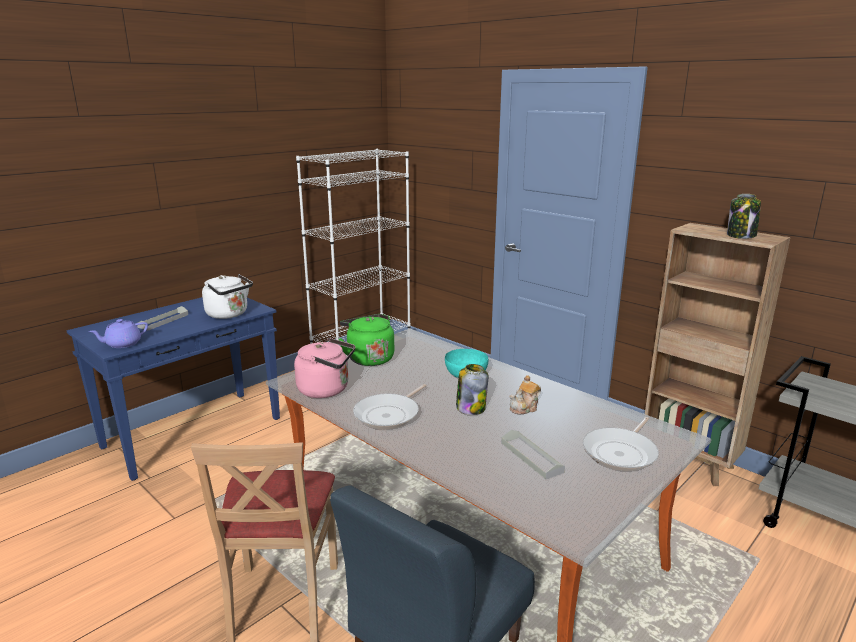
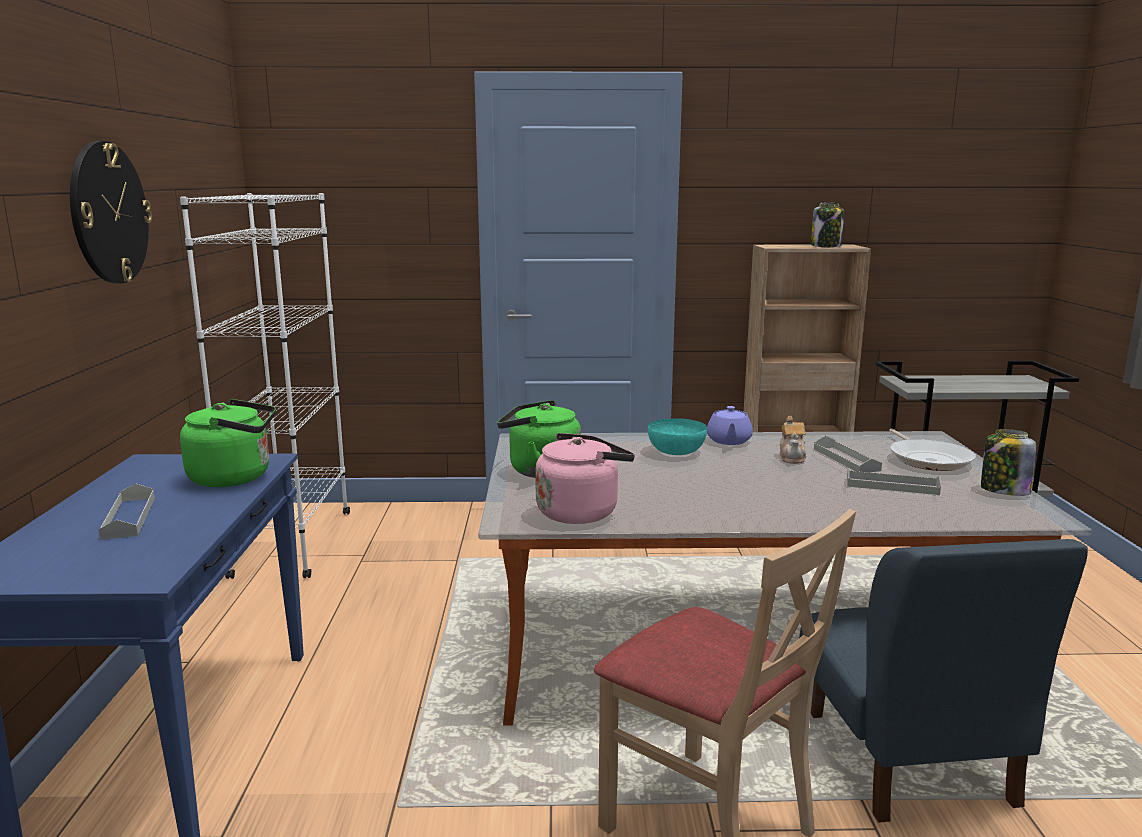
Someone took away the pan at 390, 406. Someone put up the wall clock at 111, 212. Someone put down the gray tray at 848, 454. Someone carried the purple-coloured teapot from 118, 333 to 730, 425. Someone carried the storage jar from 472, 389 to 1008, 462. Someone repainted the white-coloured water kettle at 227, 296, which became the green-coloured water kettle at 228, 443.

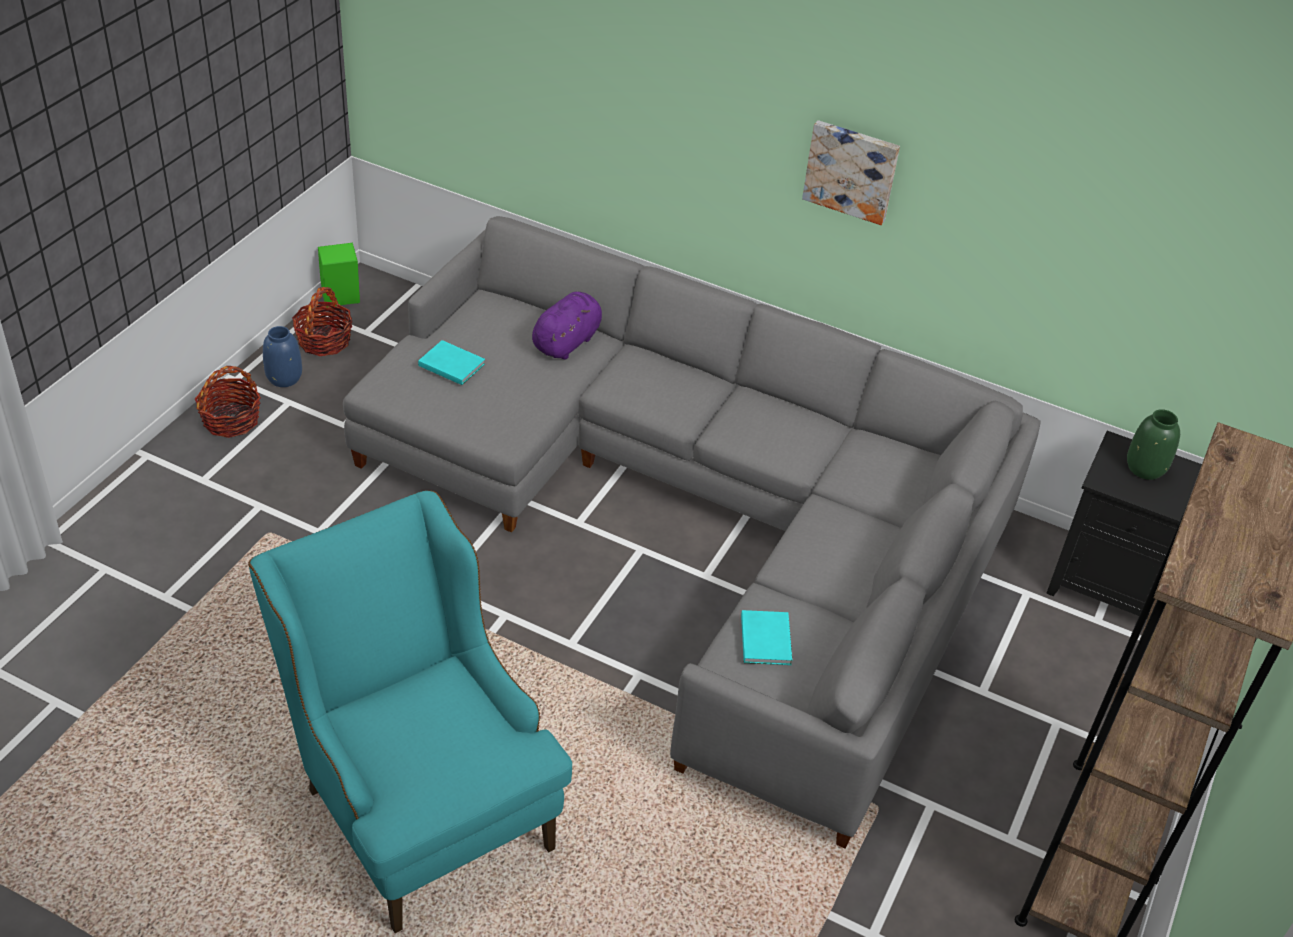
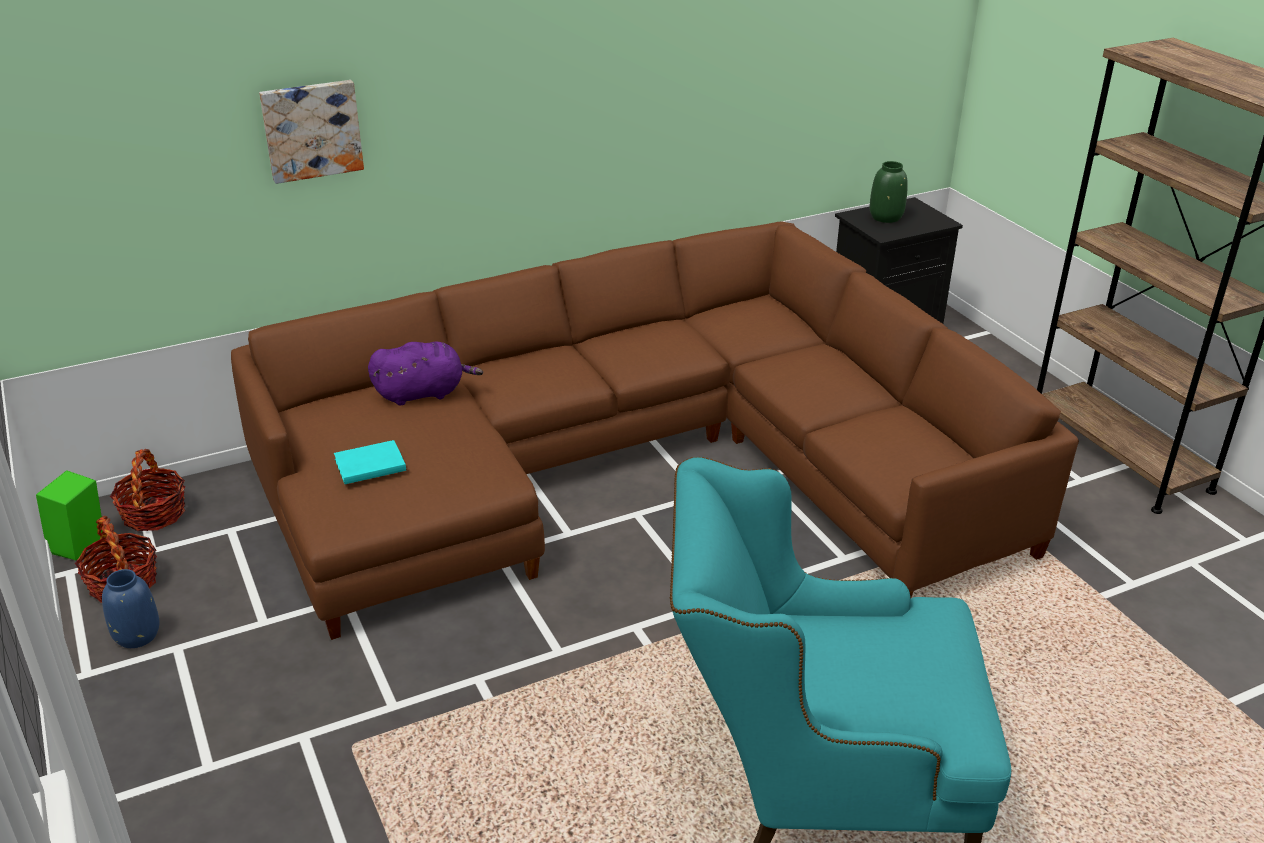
Someone took away the turquoise-coloured book at 766, 637. Someone carried the storage basket from 228, 402 to 147, 490. Someone carried the picture from 851, 172 to 311, 132. Someone repainted the gray sofa at 692, 532, which became the brown-coloured sofa at 655, 430. Someone rotated the purple-coloured soft toy at 567, 325 by 90 degrees clockwise.

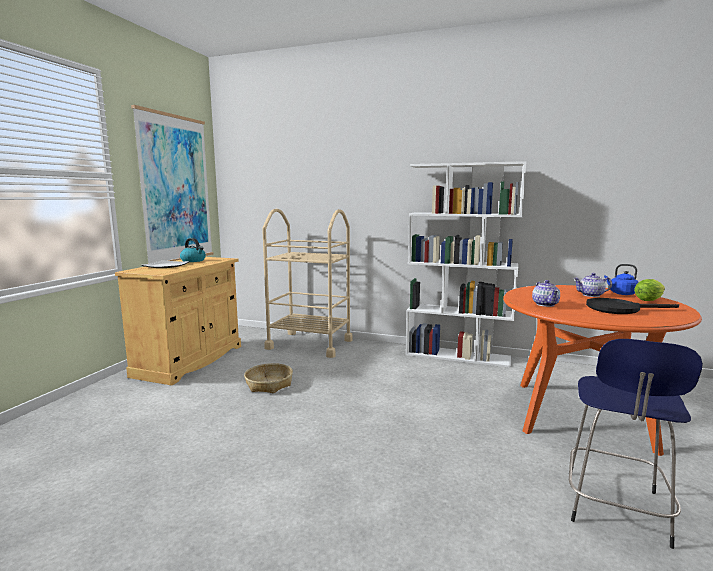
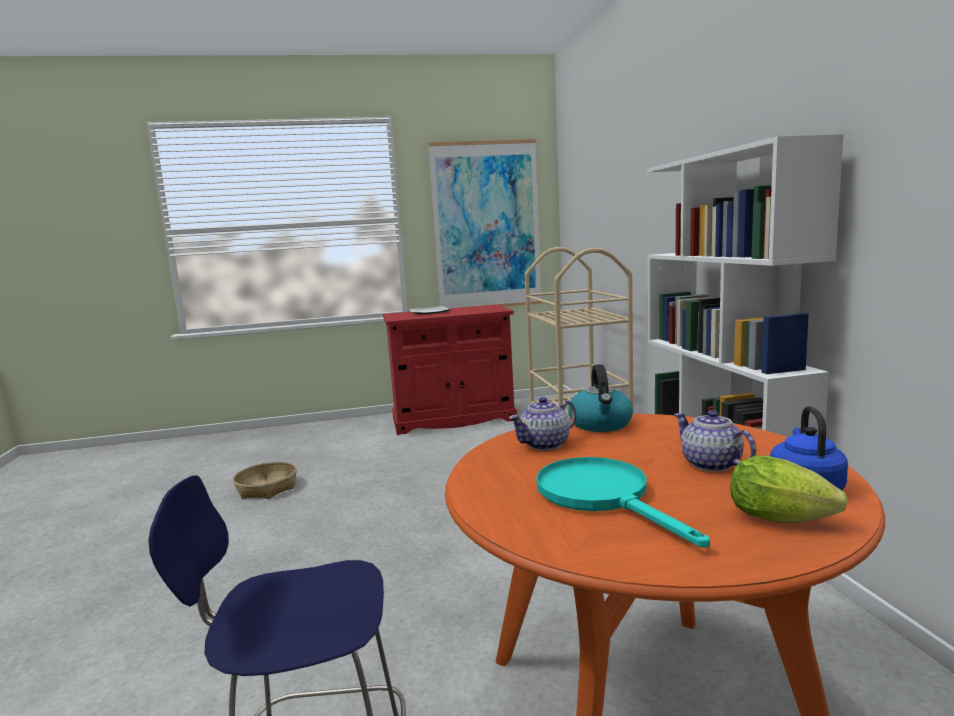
Someone carried the water kettle from 193, 250 to 600, 398. Someone carried the storage basket from 268, 378 to 265, 480. Someone repainted the beige storage cabinet at 178, 321, which became the red-coloured storage cabinet at 450, 369. Someone repainted the black pan at 632, 306, which became the turquoise-coloured pan at 623, 502.

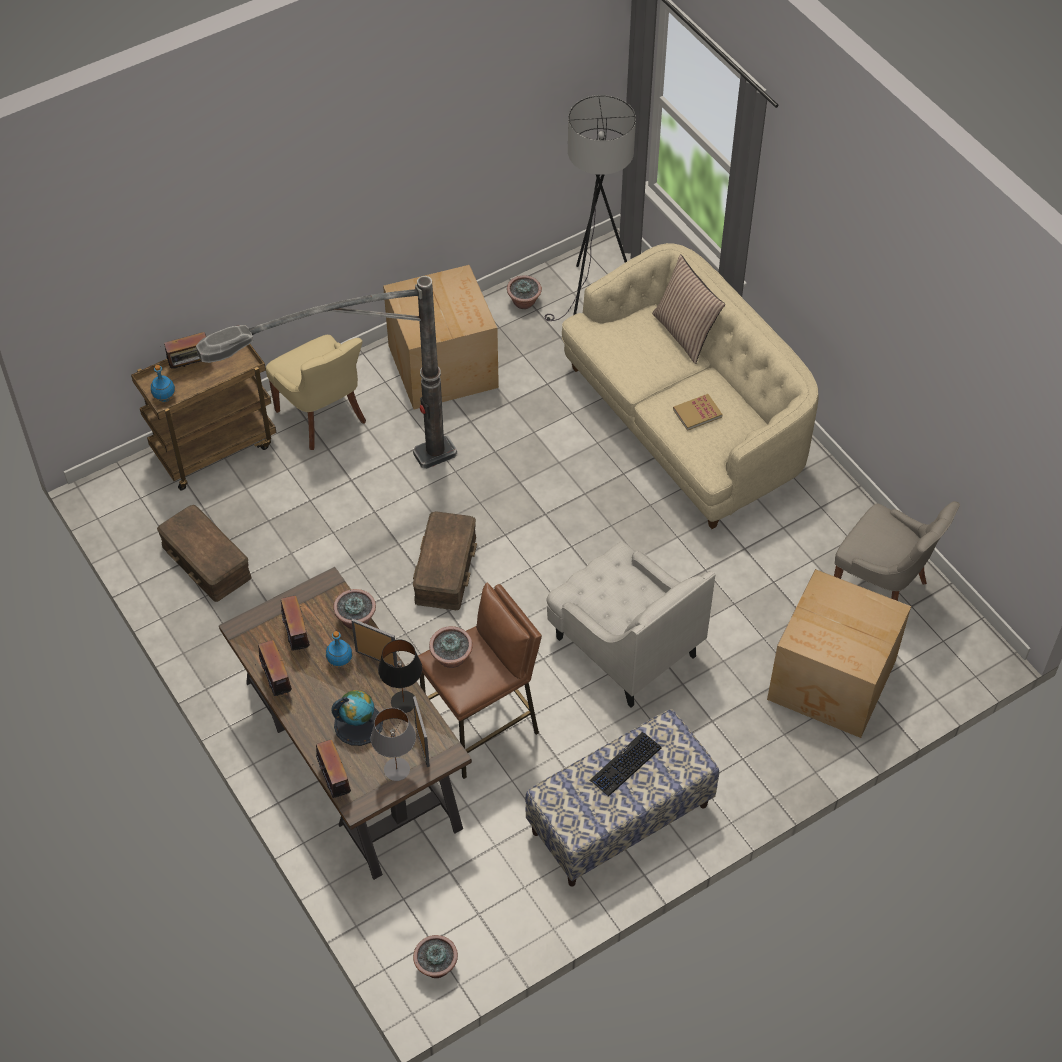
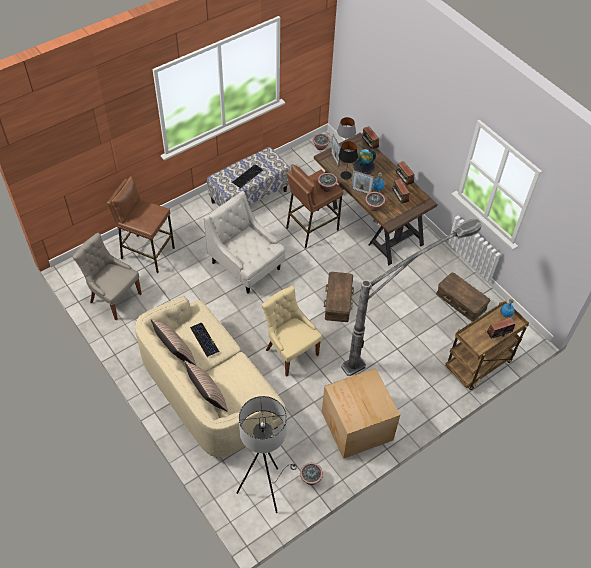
Someone put down the throw pillow at 173, 342. Someone carried the beige plain chair from 316, 392 to 292, 331. Someone swapped the book at 697, 412 for the computer keyboard at 204, 340. Someone swapped the carton at 839, 653 for the brown-coloured stool at 141, 224.

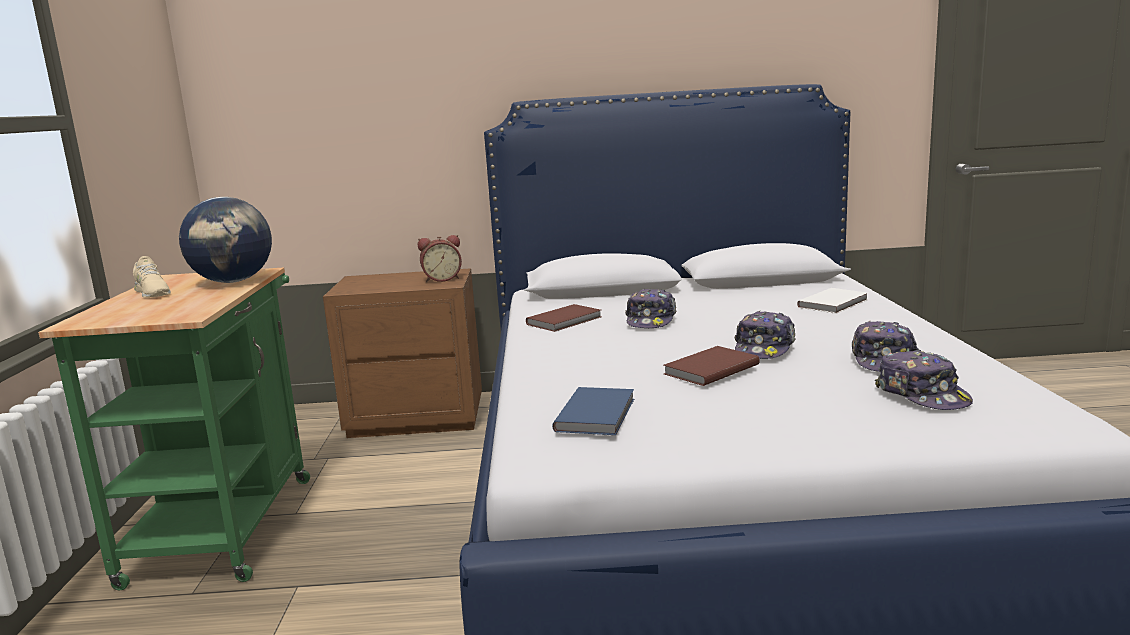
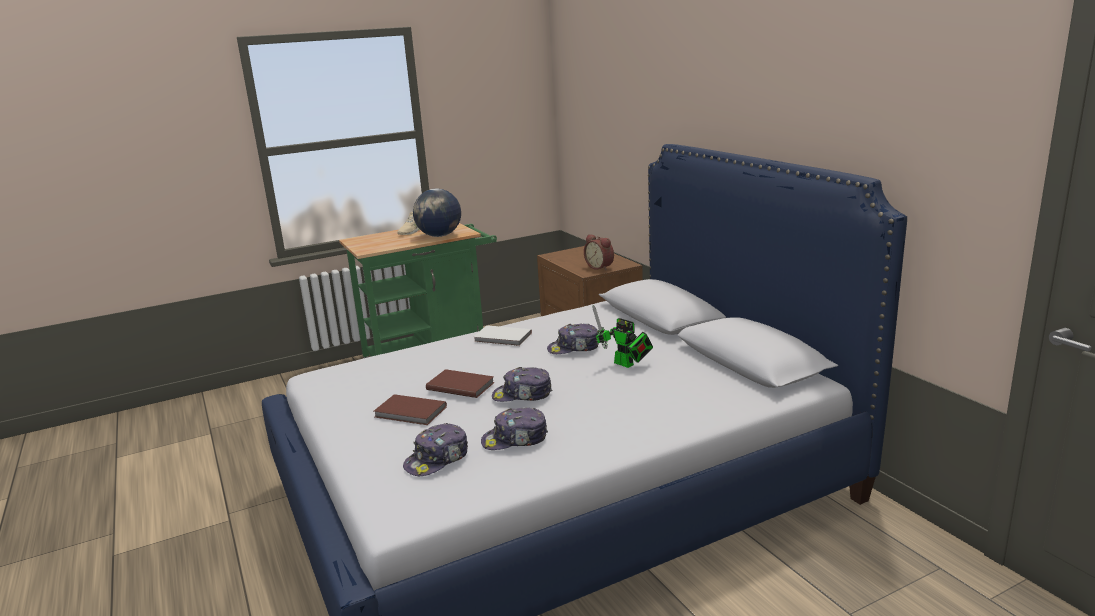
Someone took away the blue book at 593, 411. Someone put down the robot figure at 622, 336. Someone carried the brown-coloured book from 563, 318 to 410, 409. Someone carried the white-coloured book from 832, 301 to 502, 335.

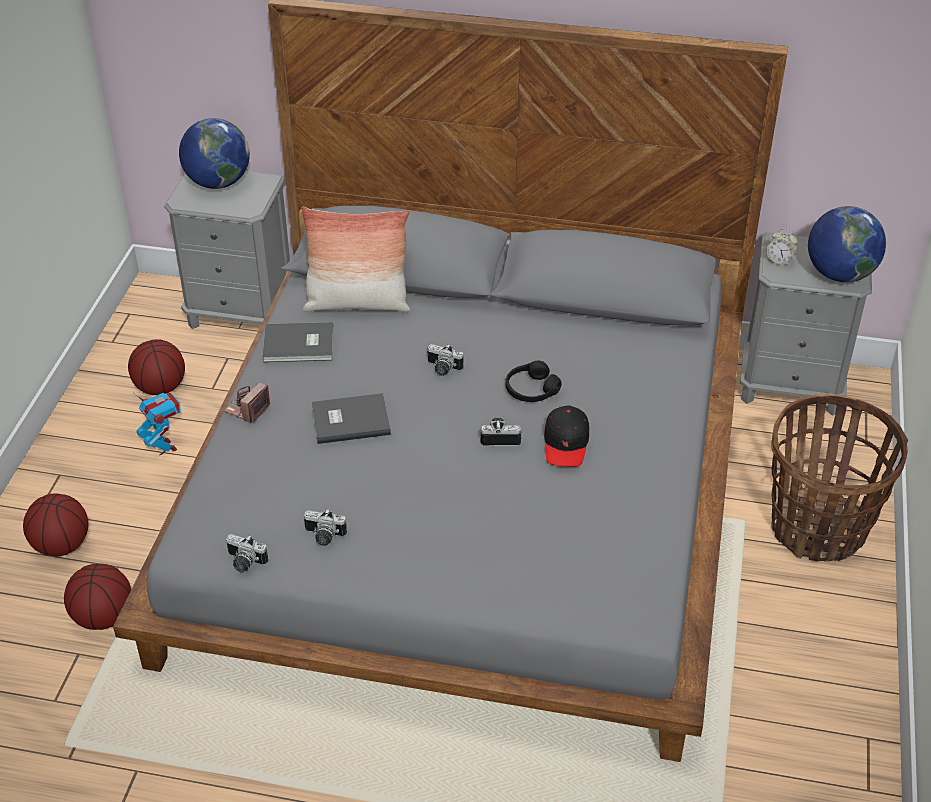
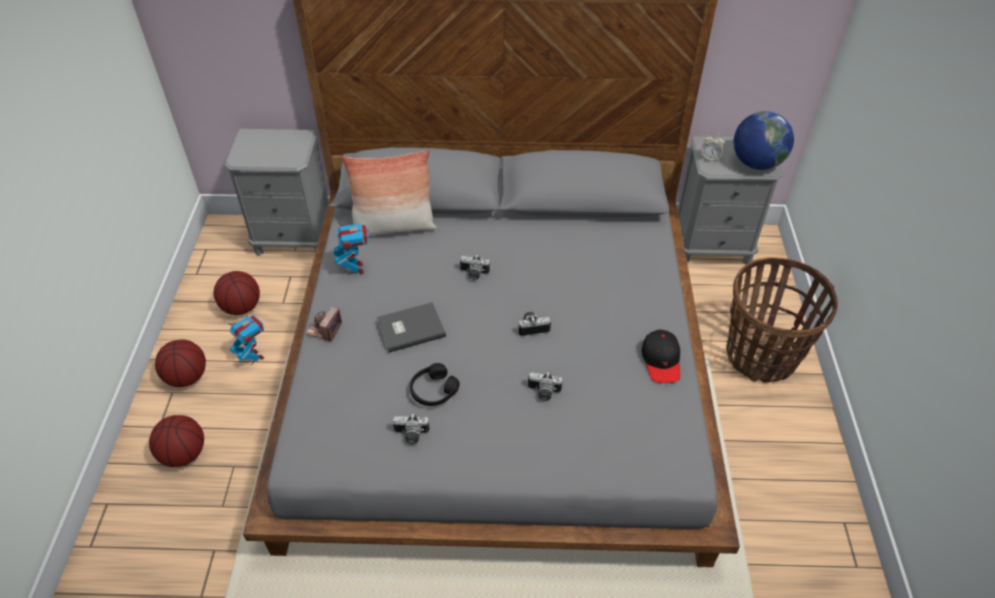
Someone took away the globe at 214, 153. Someone carried the ball for basketball from 97, 597 to 180, 363. Someone carried the still camera from 247, 553 to 545, 386. Someone carried the black headset from 534, 381 to 435, 384. Someone carried the black baseball cap from 566, 436 to 660, 356. Someone swapped the gray book at 298, 342 for the robot figure at 351, 246.

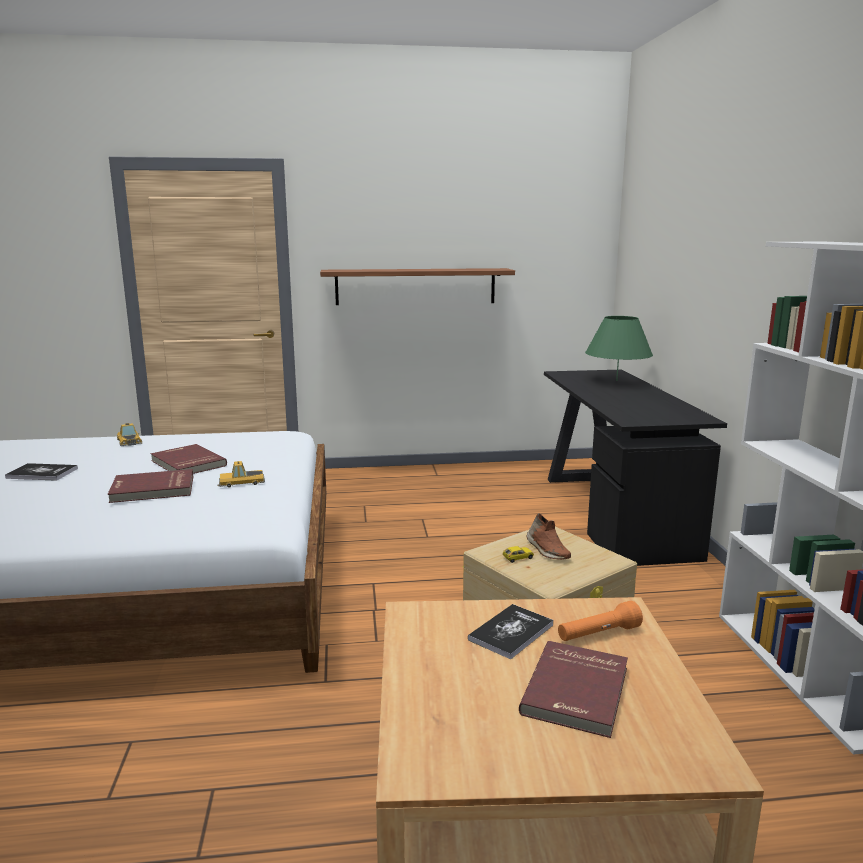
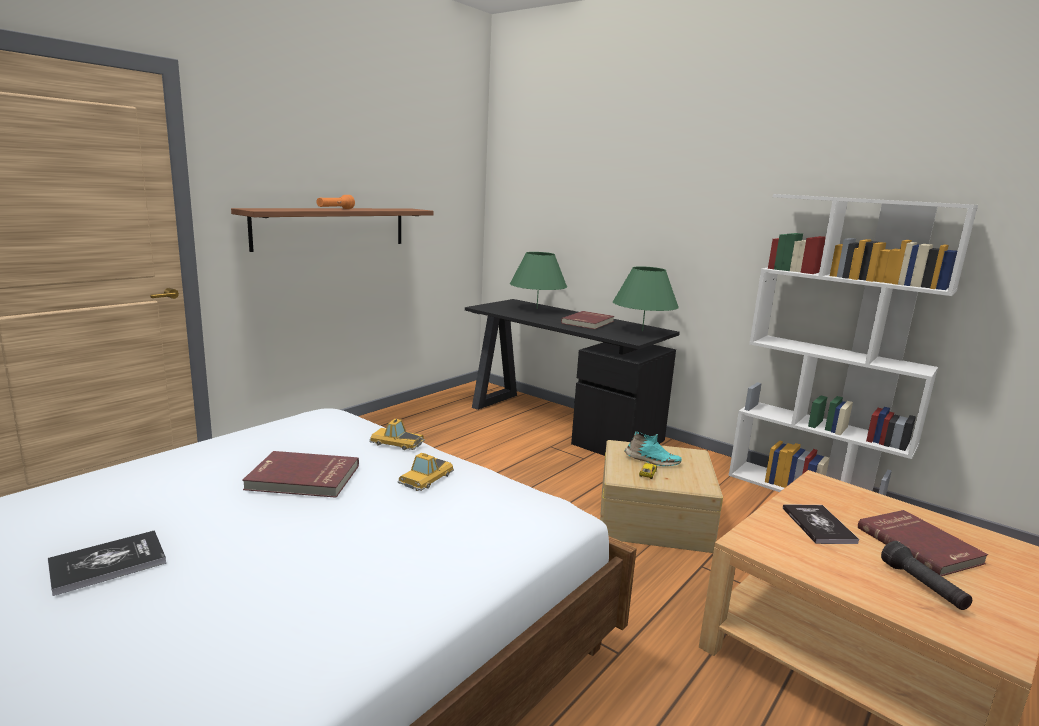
Someone put down the green-coloured table lamp at 646, 298. Someone put down the black hand torch at 926, 575. Someone carried the red-coloured book from 150, 486 to 587, 320. Someone carried the miniature car from 129, 434 to 397, 434. Someone carried the orange hand torch from 600, 621 to 336, 202. Someone repainted the brown-coloured low shoe at 548, 536, which became the turquoise-coloured low shoe at 653, 448.

